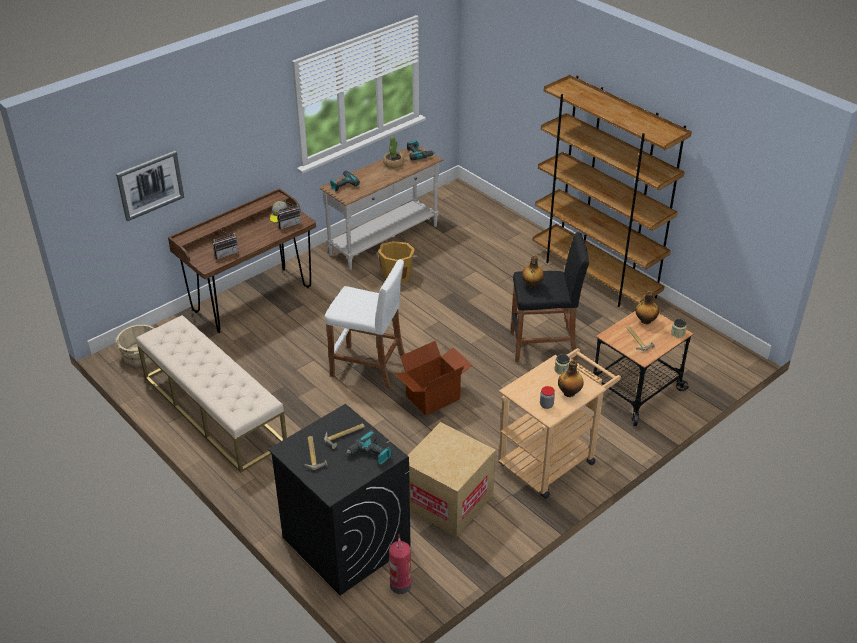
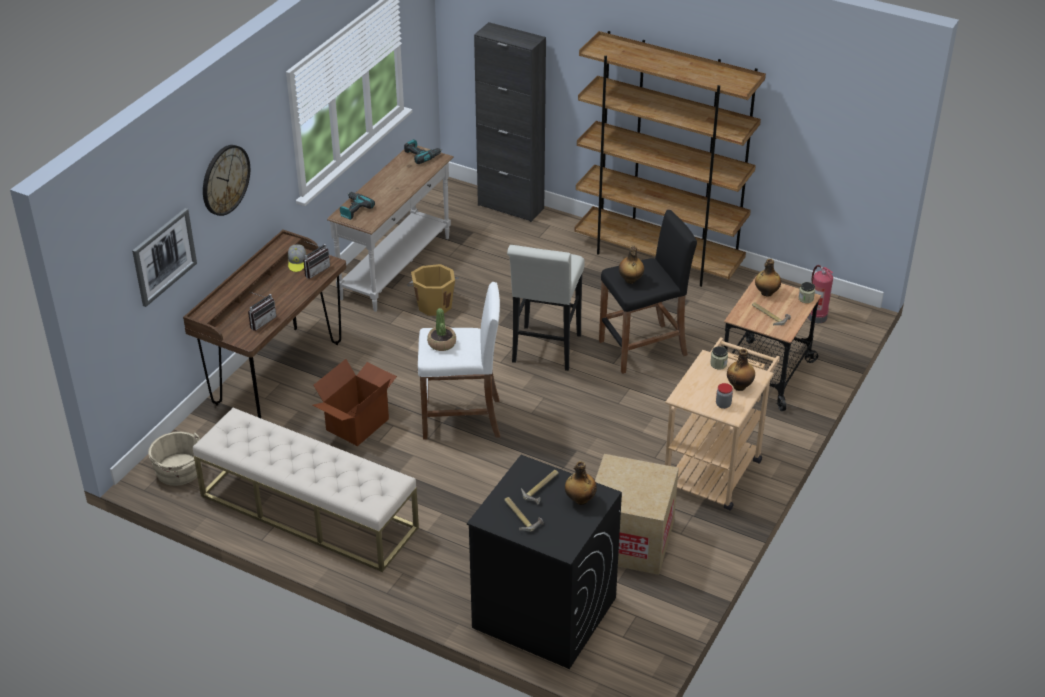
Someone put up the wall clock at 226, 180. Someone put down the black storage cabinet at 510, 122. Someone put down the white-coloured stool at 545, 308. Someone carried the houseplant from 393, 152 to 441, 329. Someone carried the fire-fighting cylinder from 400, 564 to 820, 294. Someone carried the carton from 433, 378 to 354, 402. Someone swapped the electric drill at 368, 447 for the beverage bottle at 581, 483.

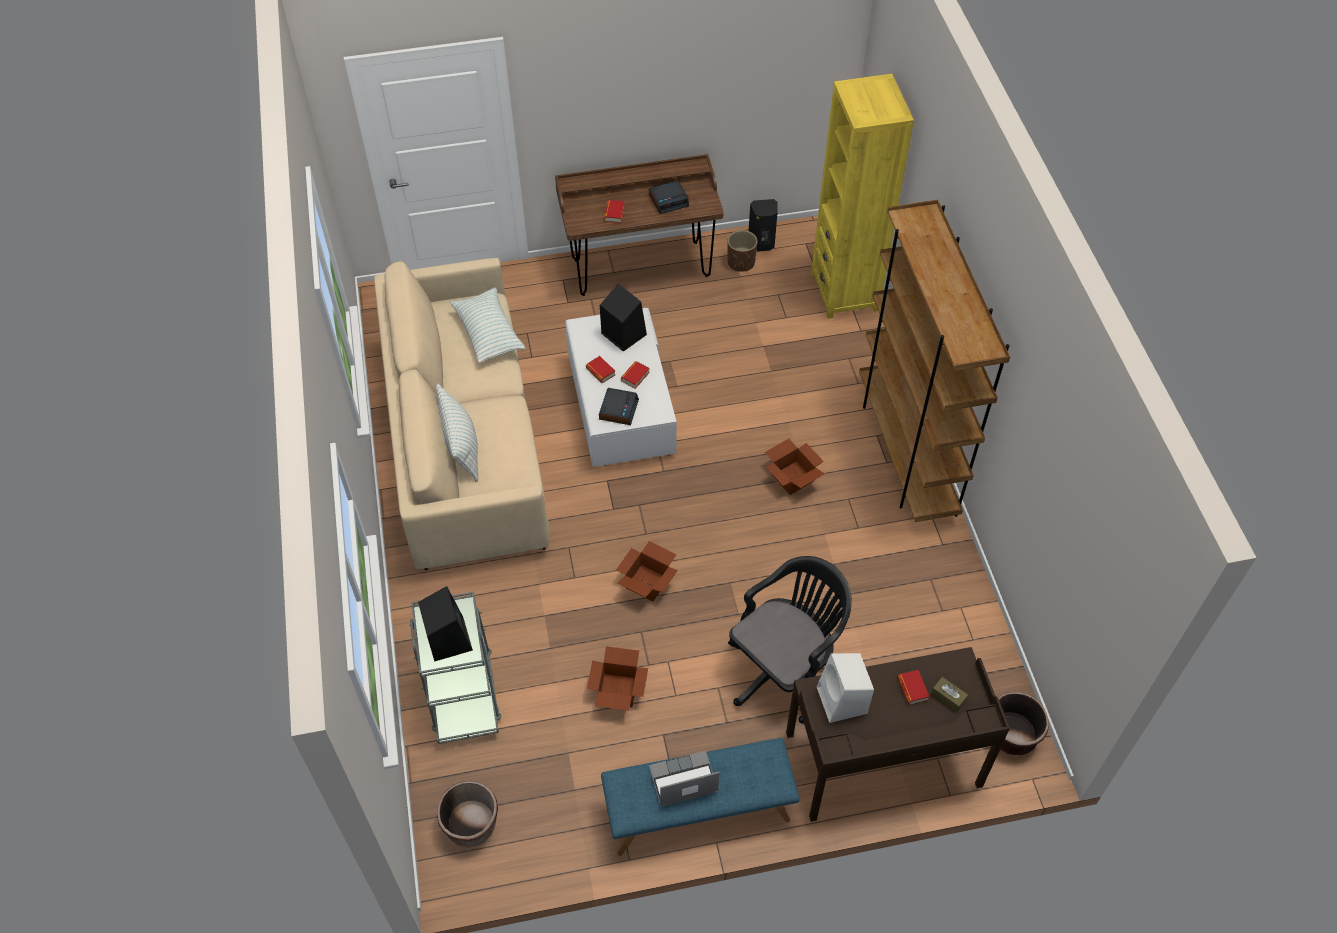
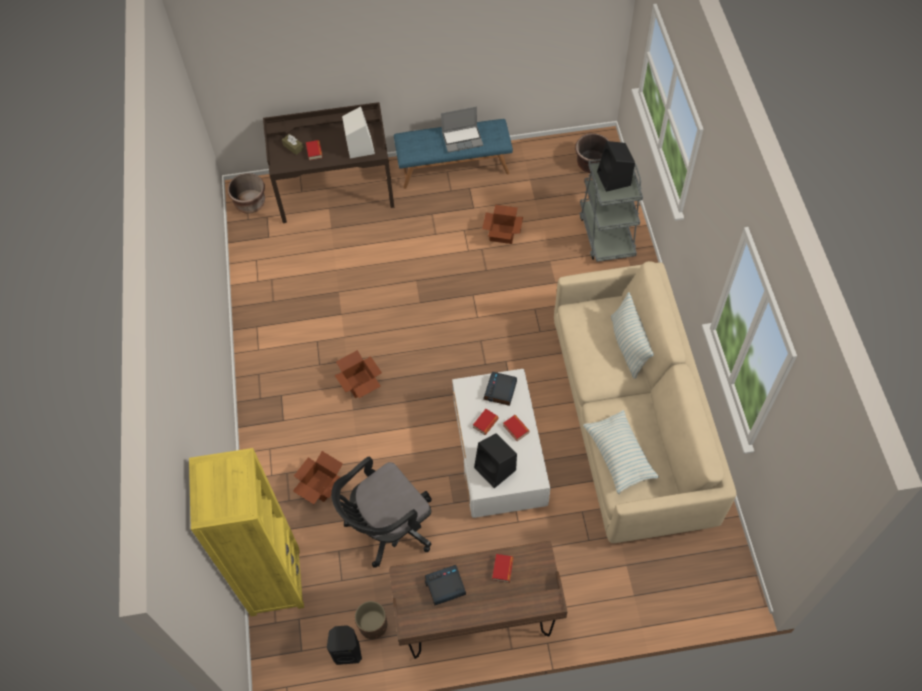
Someone took away the brown-coloured bookshelf at 934, 361. Someone carried the carton from 647, 571 to 318, 477. Someone carried the black computer chair from 790, 639 to 381, 512.

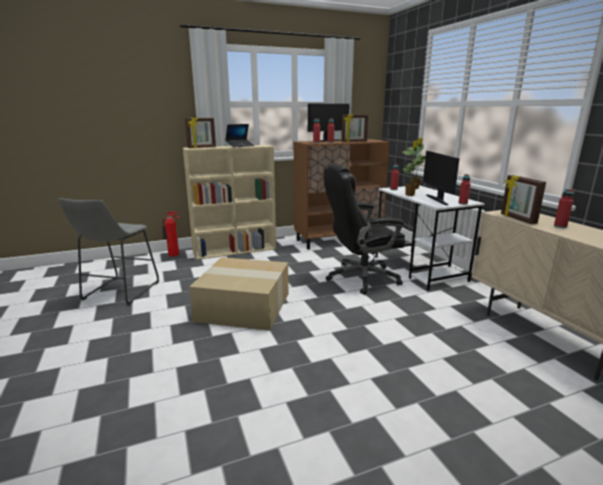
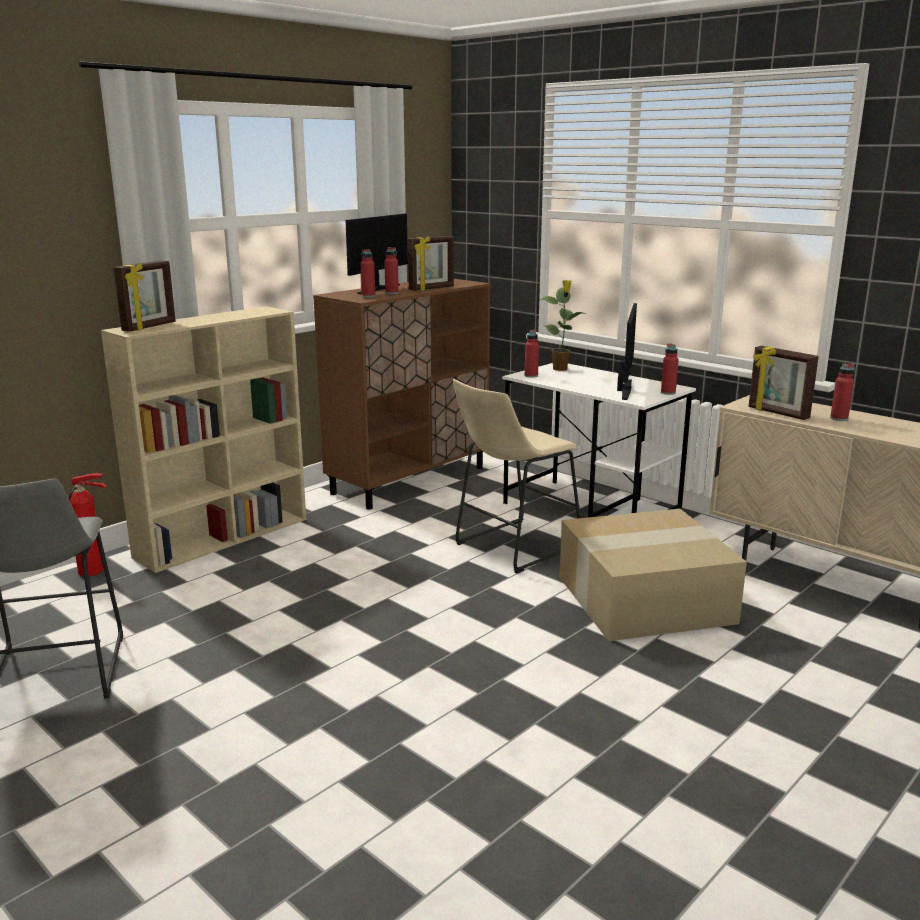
Someone took away the portable computer at 240, 136. Someone took away the houseplant at 414, 168. Someone carried the carton from 239, 294 to 653, 575. Someone swapped the black computer chair at 364, 229 for the beige stool at 516, 476. Someone rotated the computer display at 441, 178 by 135 degrees counterclockwise.

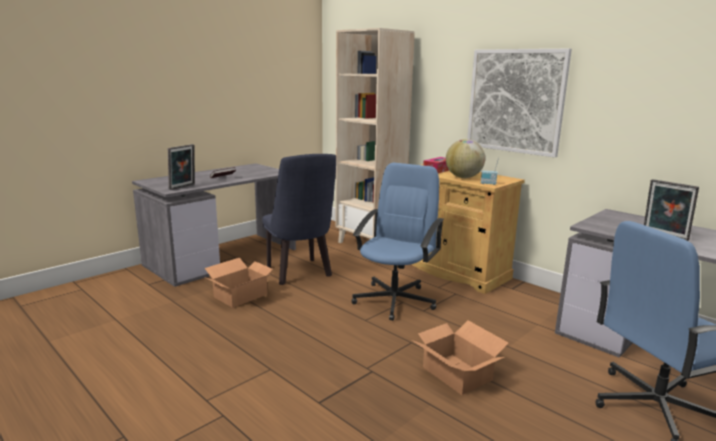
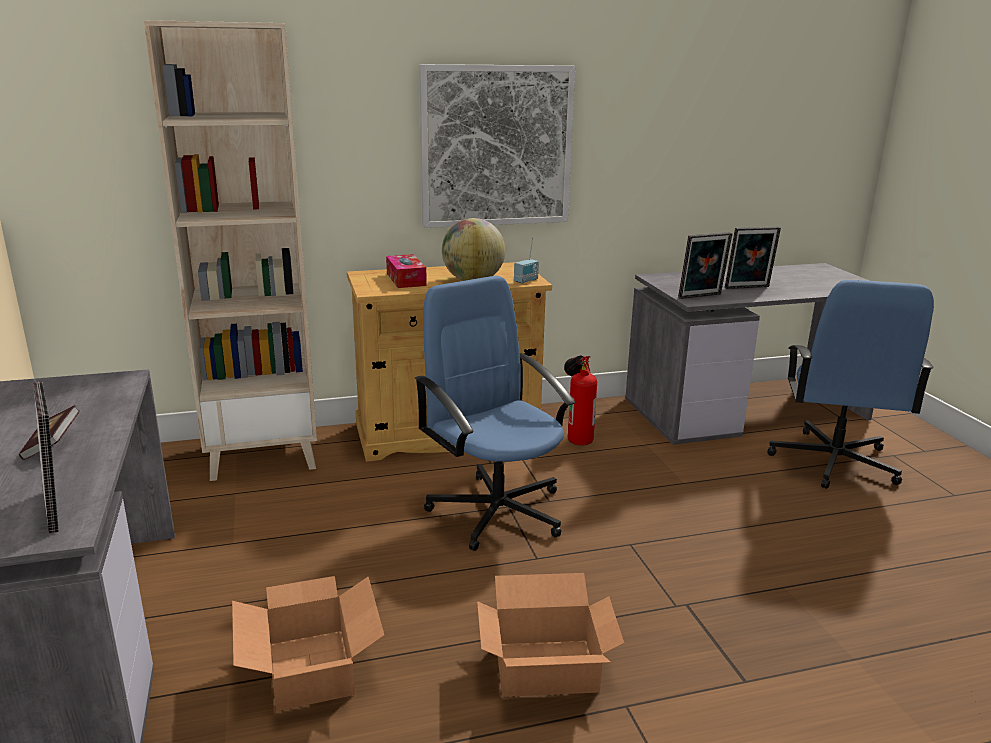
Someone took away the blue plain chair at 299, 219. Someone put down the fire-fighting cylinder at 580, 400. Someone put down the picture frame at 705, 265. Someone carried the carton from 460, 357 to 550, 635.

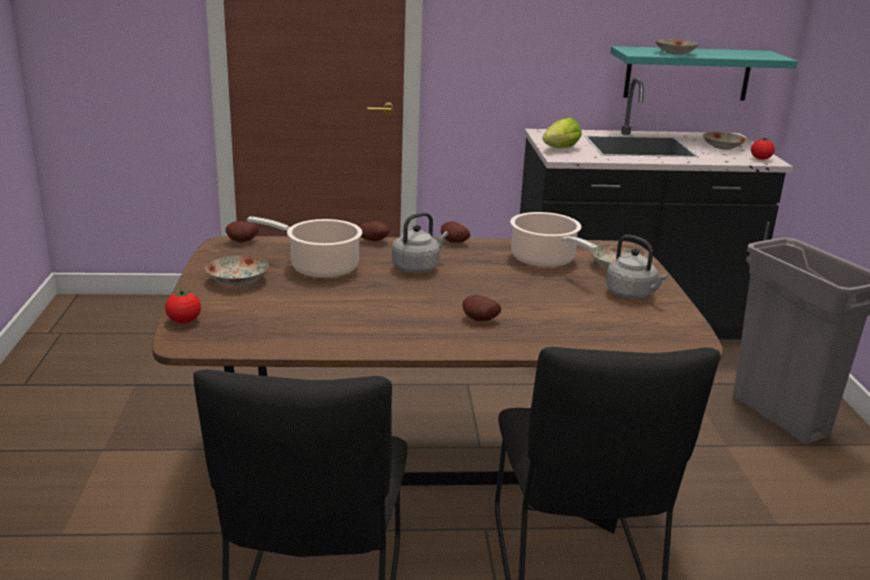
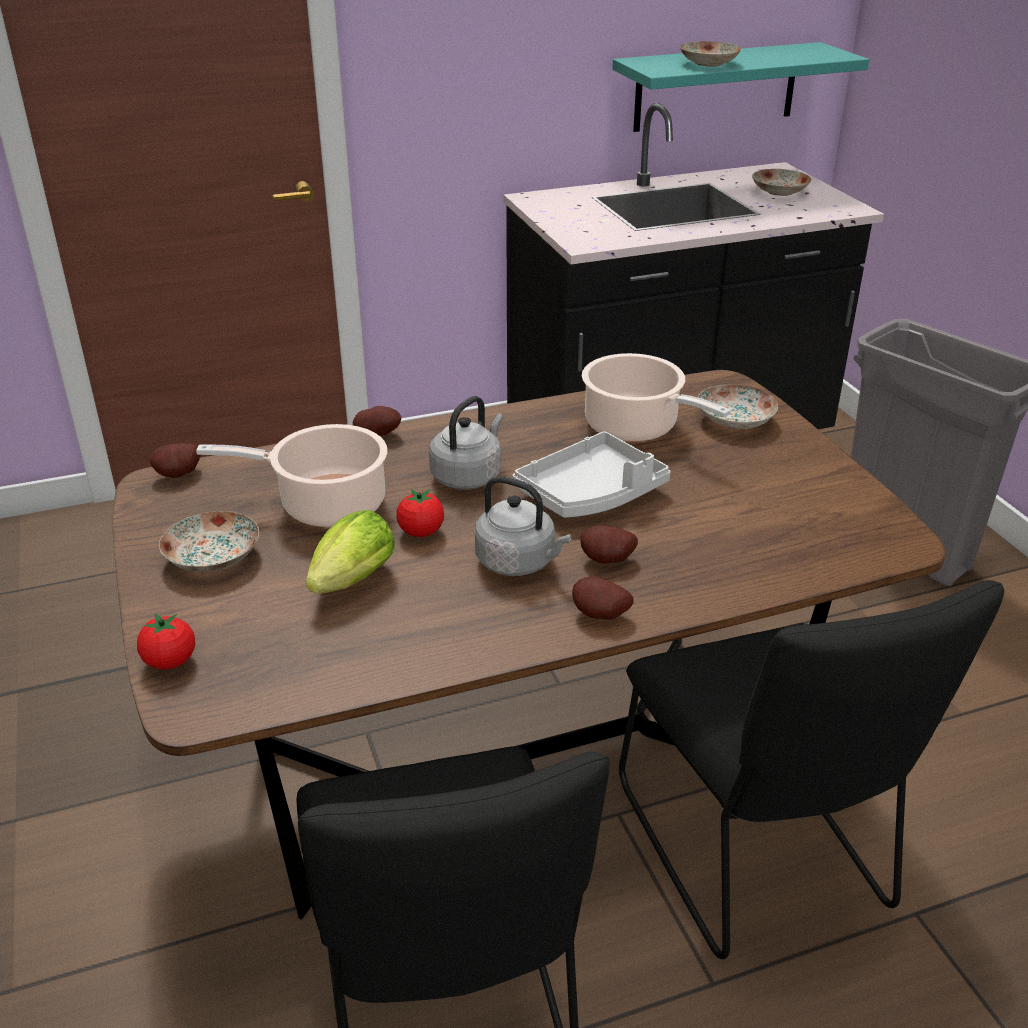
Someone put down the gray tray at 592, 474. Someone carried the whole potato from 455, 232 to 602, 598. Someone carried the lettuce from 562, 133 to 350, 552. Someone carried the gray water kettle from 637, 267 to 523, 526. Someone carried the tomato from 763, 148 to 420, 513.

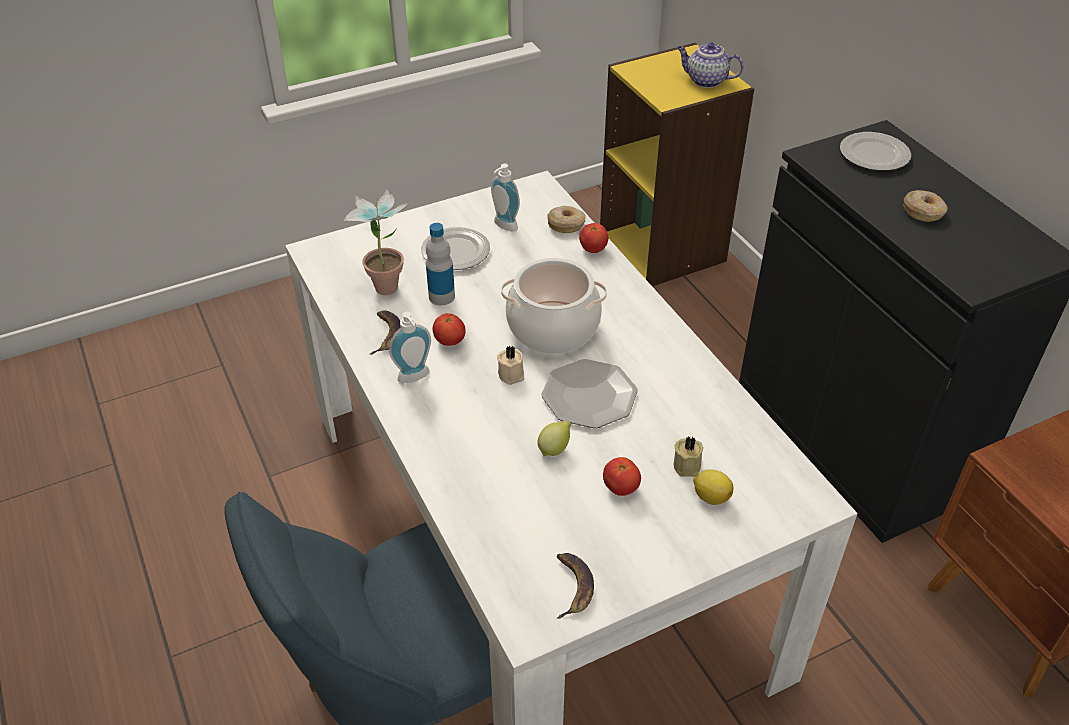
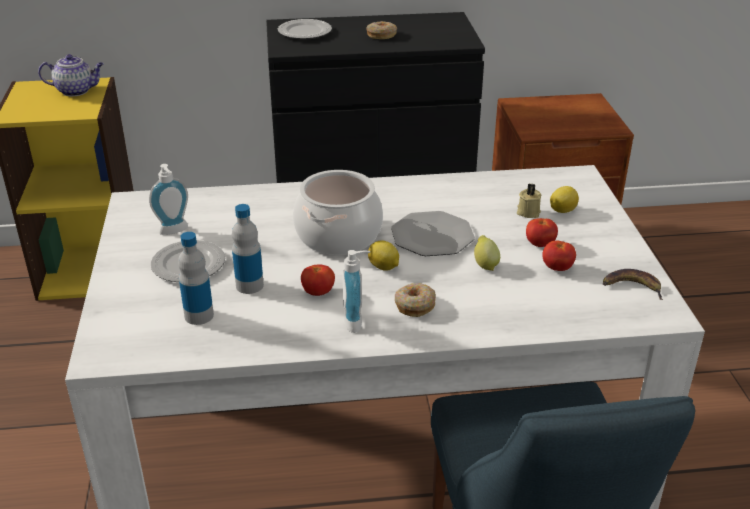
Someone took away the banana at 385, 332. Someone carried the doughnut from 566, 219 to 415, 300. Someone carried the tomato from 593, 238 to 559, 256. Someone swapped the houseplant at 377, 242 for the beverage bottle at 196, 278. Someone swapped the beige wax candle at 510, 365 for the lemon at 383, 255. Someone rotated the teapot at 710, 65 by 135 degrees counterclockwise.

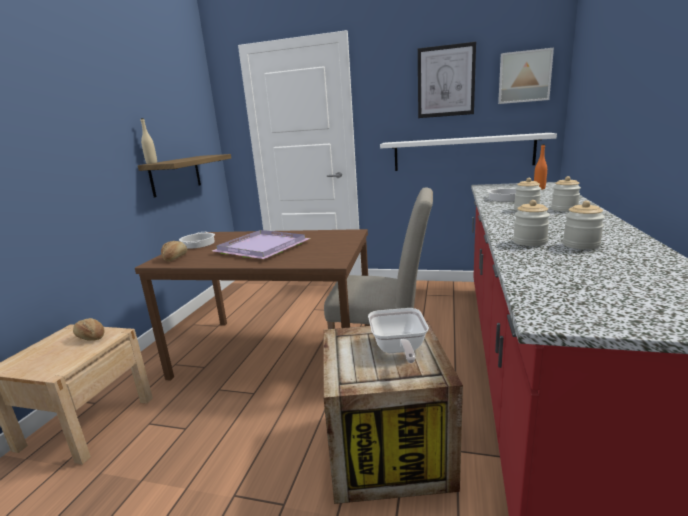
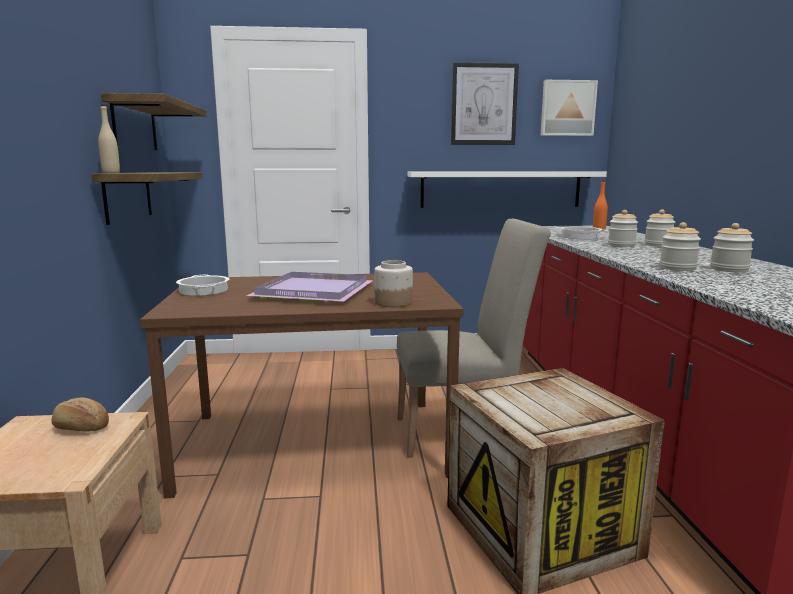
Someone took away the bakery bread at 174, 251. Someone took away the pan at 398, 335. Someone put up the bracket shelf at 153, 121. Someone put down the storage jar at 393, 283.

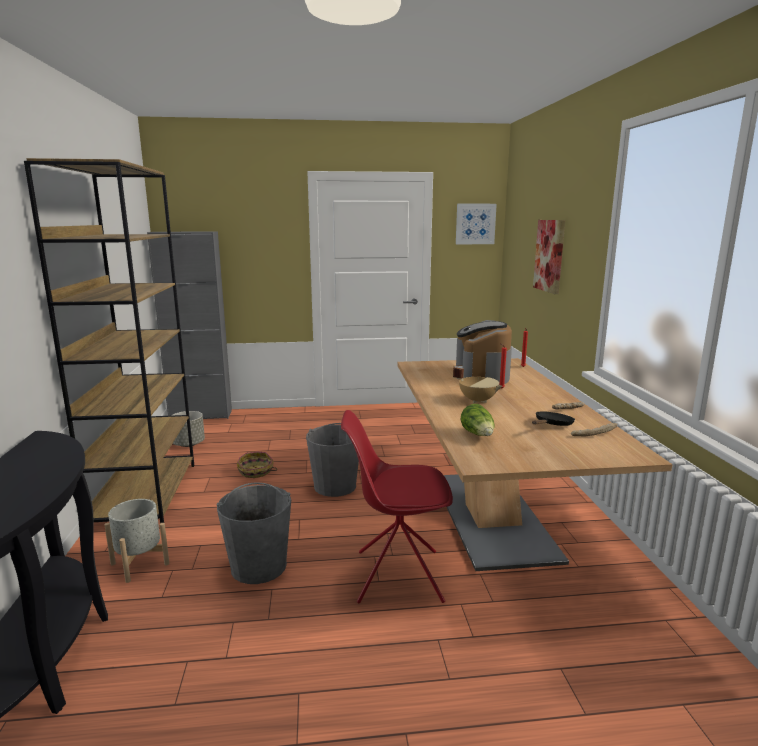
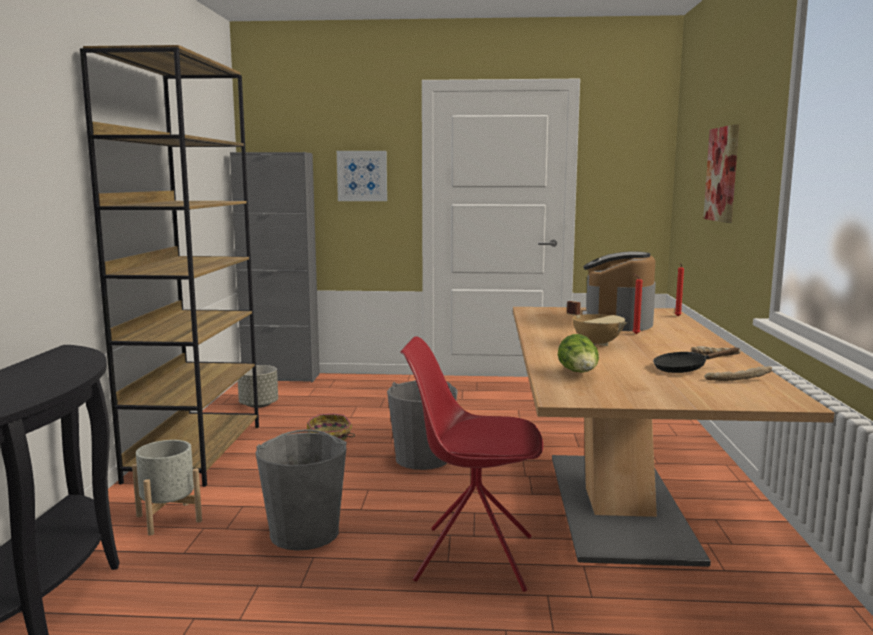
Someone carried the picture from 476, 224 to 362, 176. Someone rotated the black pan at 553, 418 by 150 degrees counterclockwise.

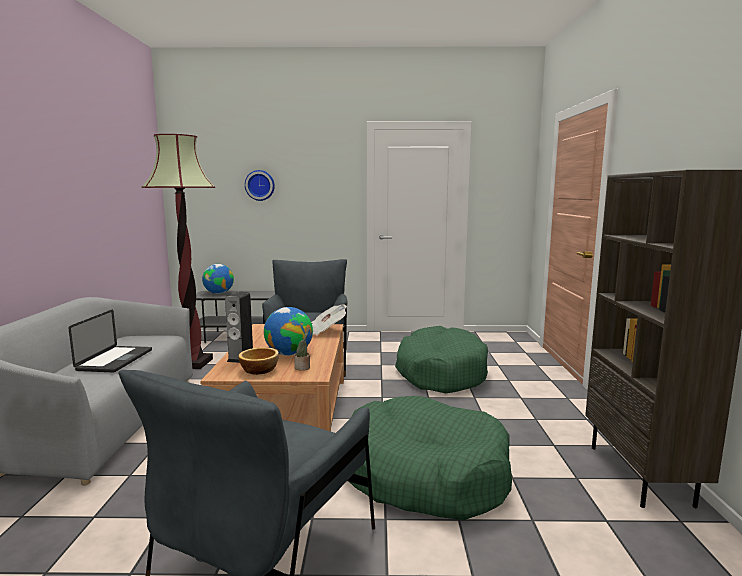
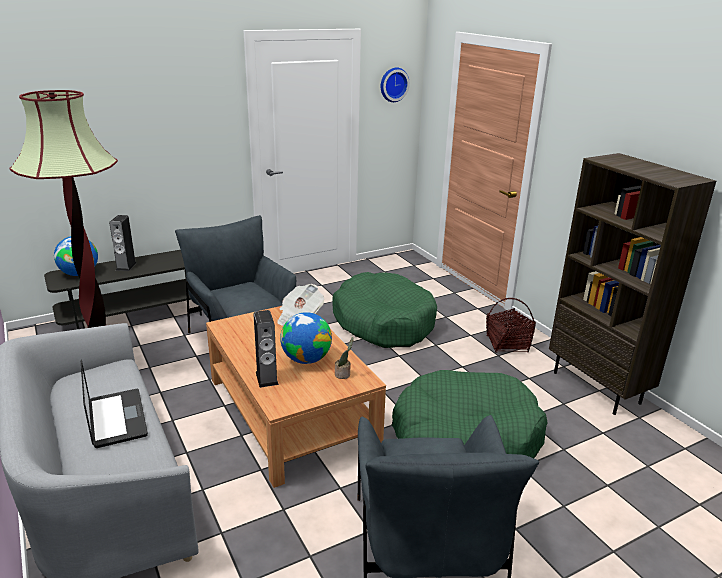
Someone took away the serving bowl at 258, 361. Someone put down the speaker at 123, 243. Someone put down the storage basket at 511, 325. Someone carried the wall clock from 260, 185 to 395, 85.

